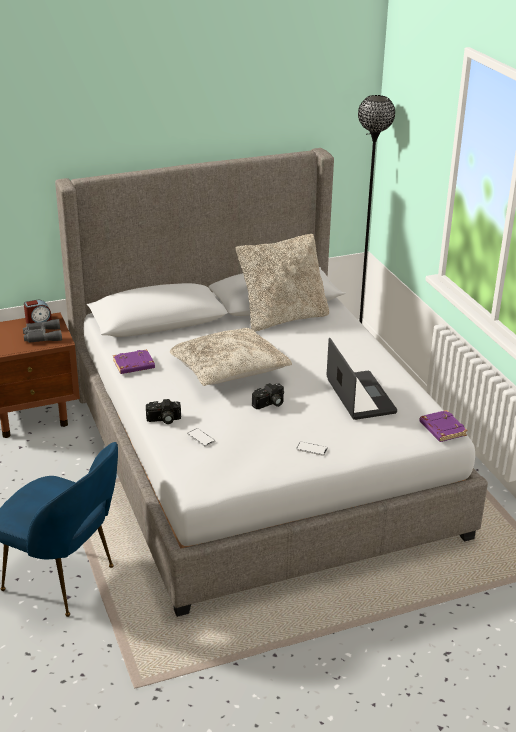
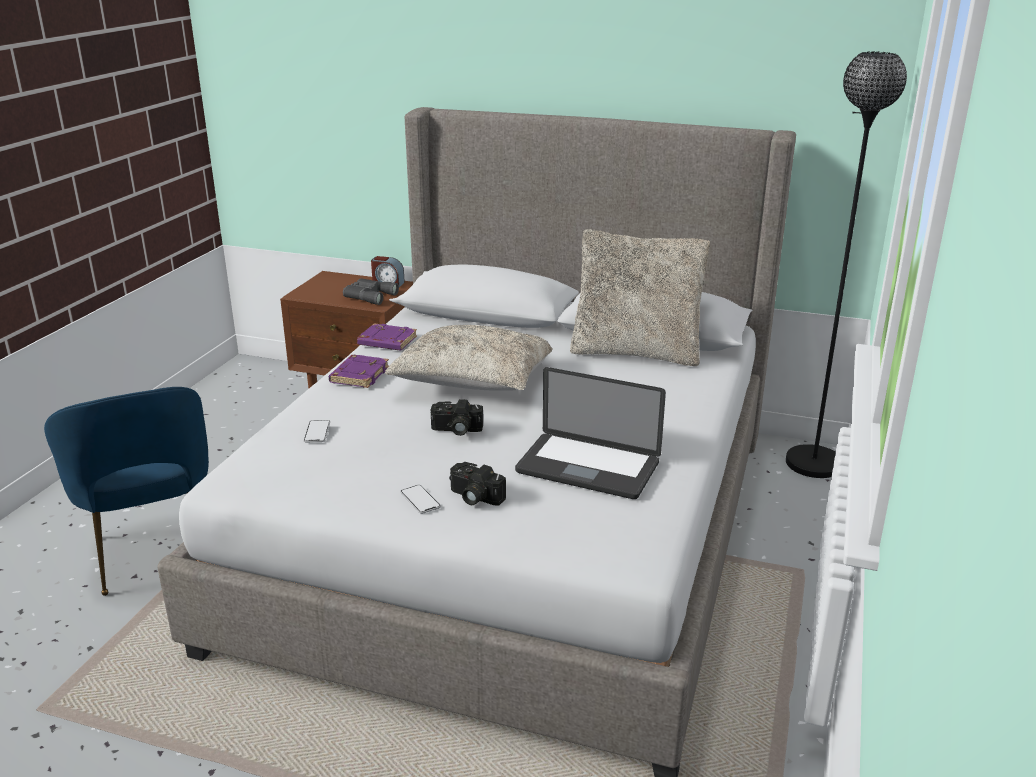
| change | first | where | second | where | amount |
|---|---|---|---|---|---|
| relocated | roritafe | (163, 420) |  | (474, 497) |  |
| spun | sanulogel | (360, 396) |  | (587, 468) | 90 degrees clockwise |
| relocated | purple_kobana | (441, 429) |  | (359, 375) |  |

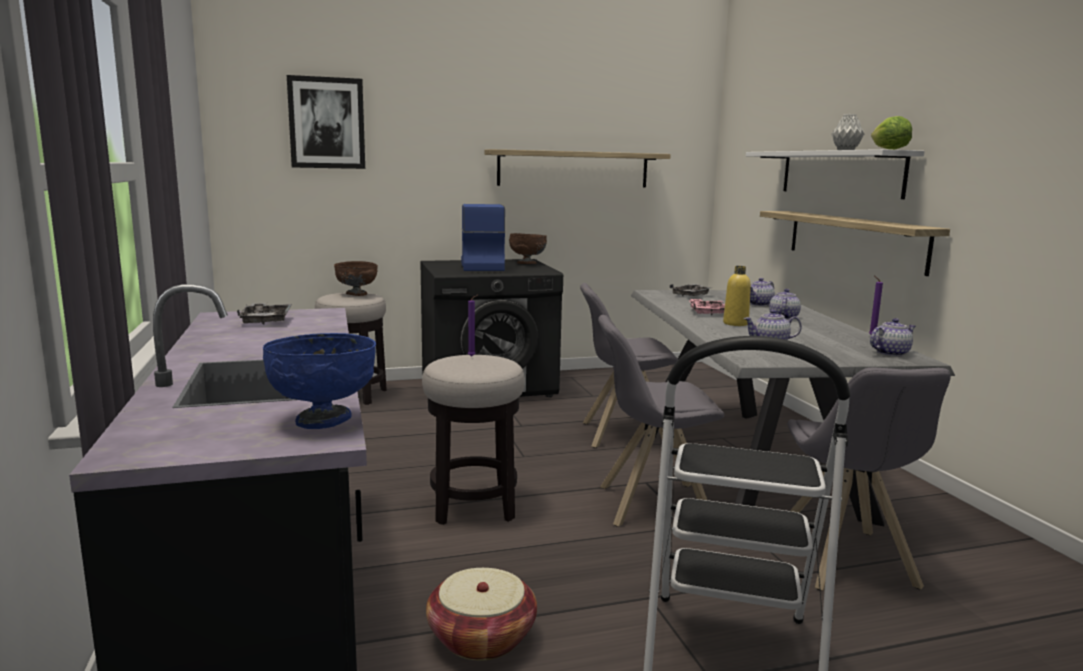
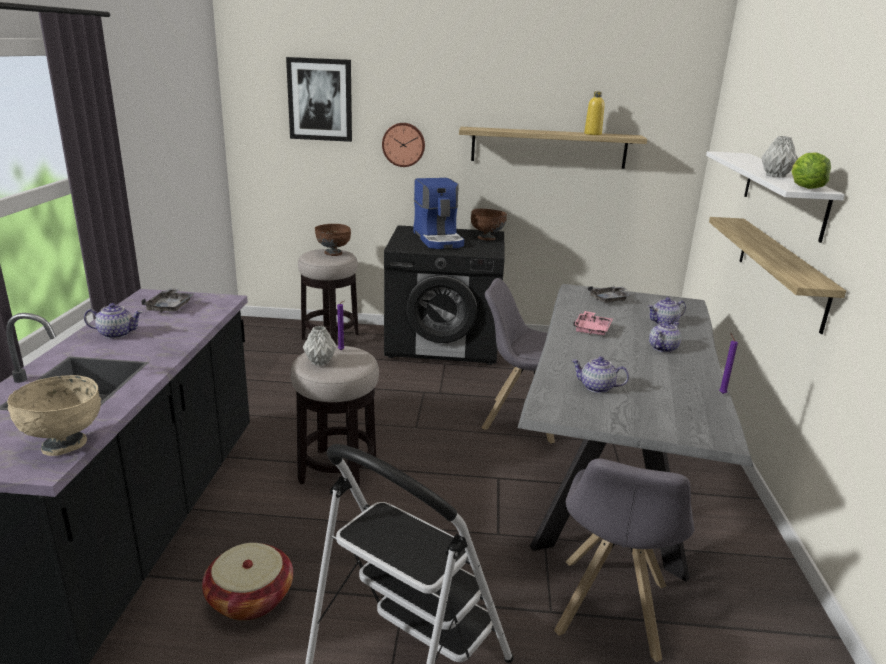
| change | first | where | second | where | amount |
|---|---|---|---|---|---|
| colour | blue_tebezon | (323, 420) | beige_tebezon | (65, 445) |  |
| spun | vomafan | (481, 266) |  | (439, 239) | 150 degrees clockwise |
| missing | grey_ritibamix | (653, 505) |  |  |  |
| relocated | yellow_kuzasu | (735, 323) |  | (592, 134) |  |
| relocated | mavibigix | (890, 353) |  | (117, 334) |  |
| appeared |  |  | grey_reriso | (320, 362) |  |
| appeared |  |  | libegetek | (403, 144) |  |

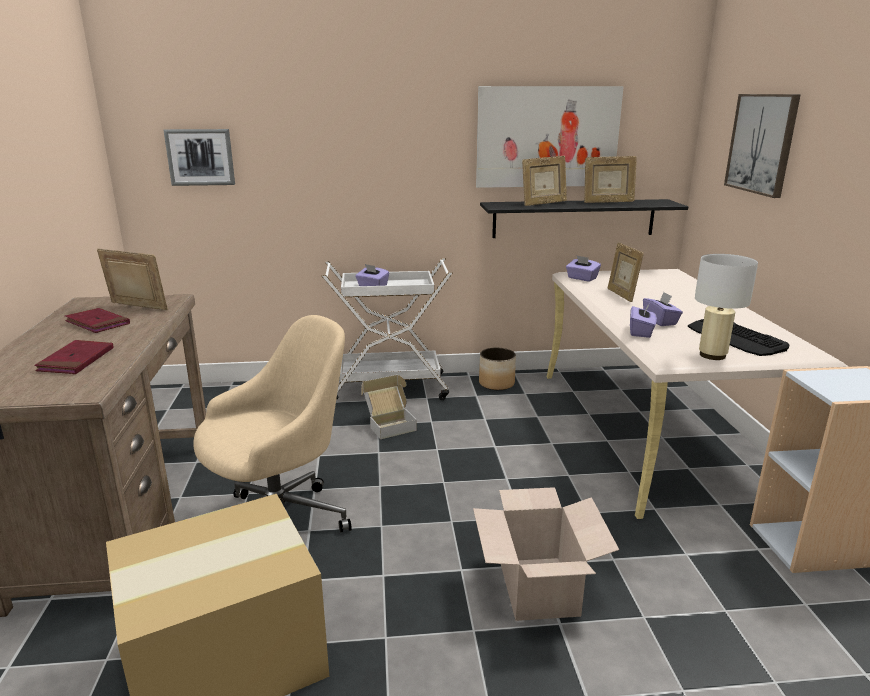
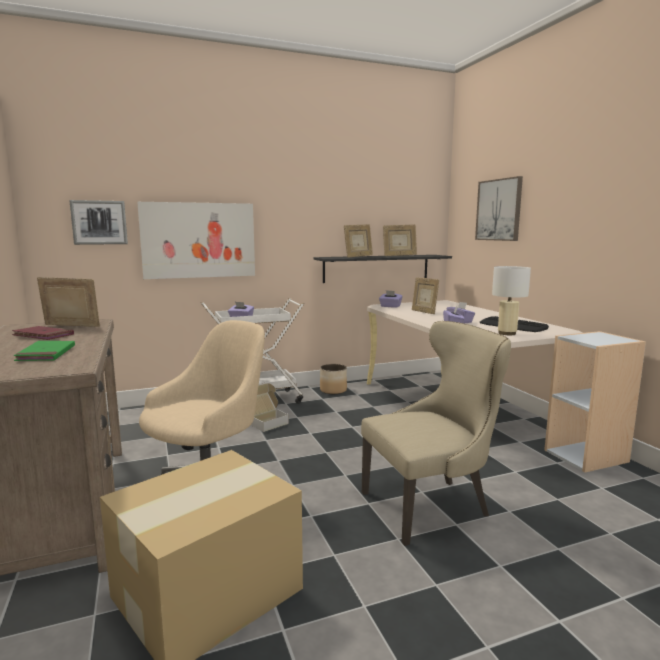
| change | first | where | second | where | amount |
|---|---|---|---|---|---|
| colour | red_kobana | (76, 360) | green_kobana | (46, 354) |  |
| exchanged | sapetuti | (539, 588) | beige_ritibamix | (430, 506) |  |
| relocated | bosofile | (547, 137) |  | (198, 240) |  |

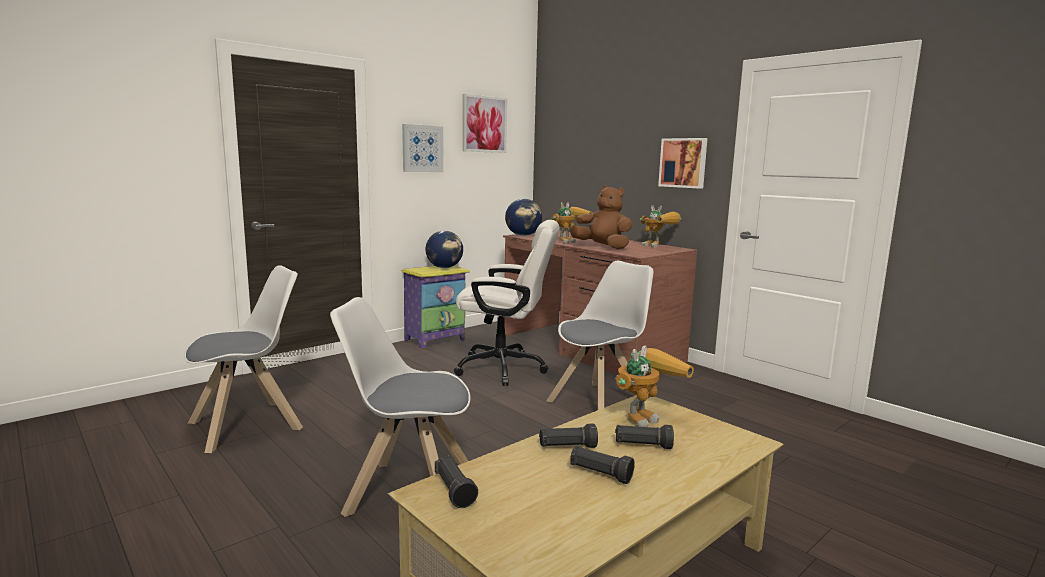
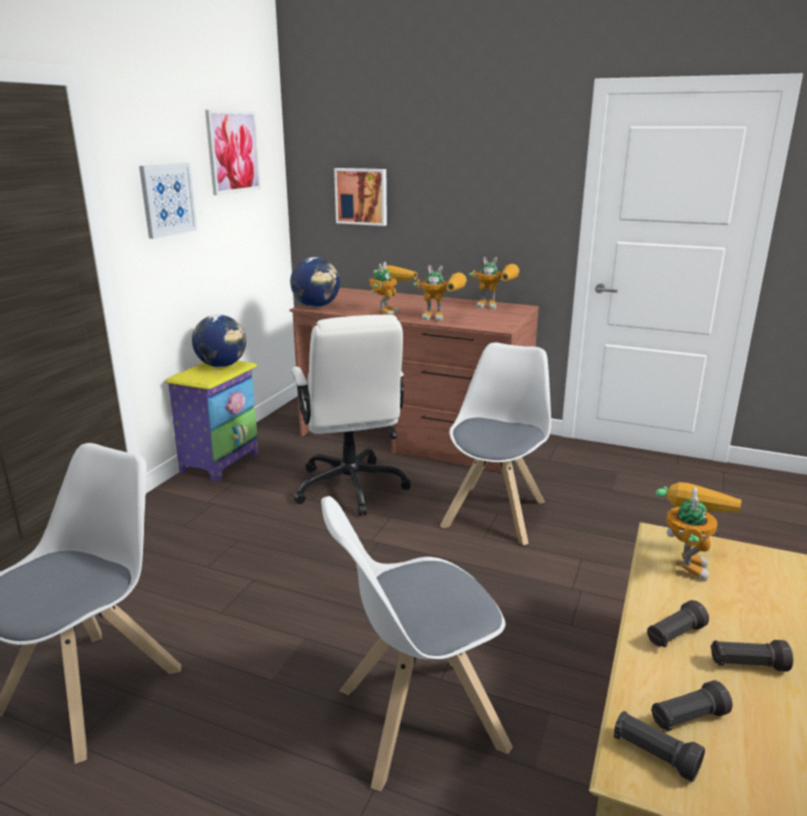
| change | first | where | second | where | amount |
|---|---|---|---|---|---|
| spun | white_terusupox | (505, 369) |  | (352, 490) | 90 degrees clockwise |
| exchanged | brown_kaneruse | (602, 247) | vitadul | (442, 318) |  |
| relocated | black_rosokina | (642, 446) |  | (687, 718) |  |
| relocated | bosofile | (683, 163) |  | (362, 196) |  |

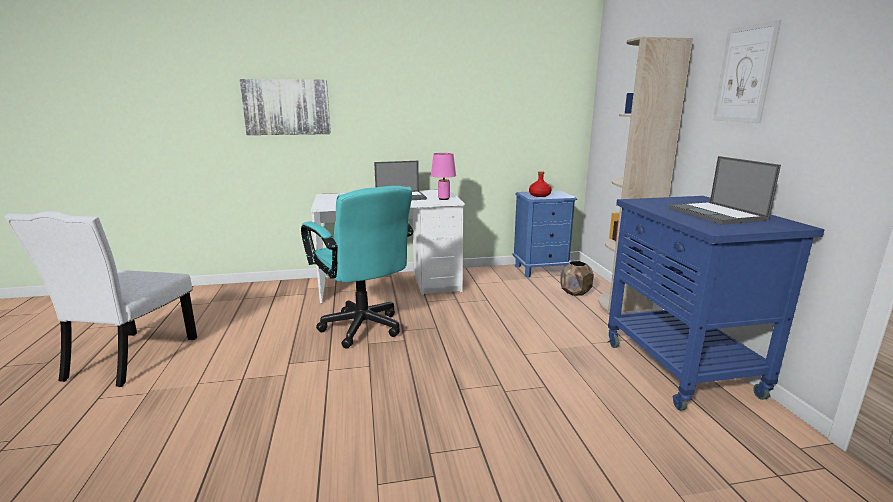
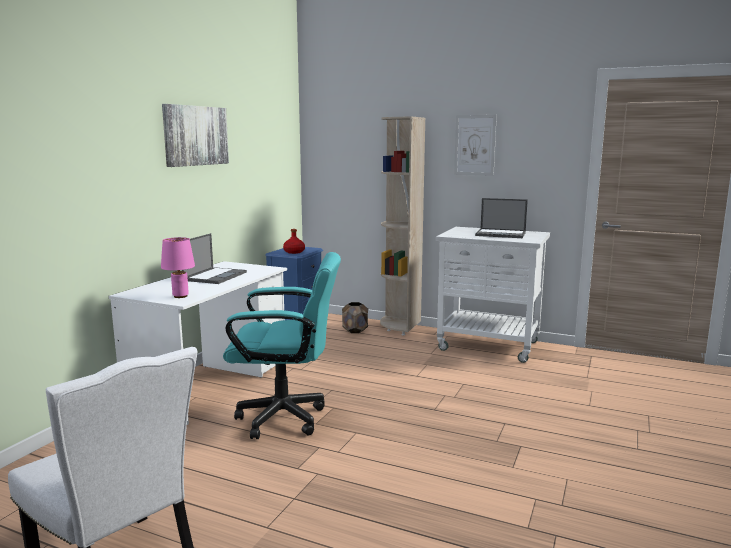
| change | first | where | second | where | amount |
|---|---|---|---|---|---|
| relocated | bosofile | (287, 107) |  | (195, 135) |  |
| relocated | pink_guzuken | (443, 199) |  | (181, 296) |  |
| colour | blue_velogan | (680, 371) | white_velogan | (489, 346) |  |

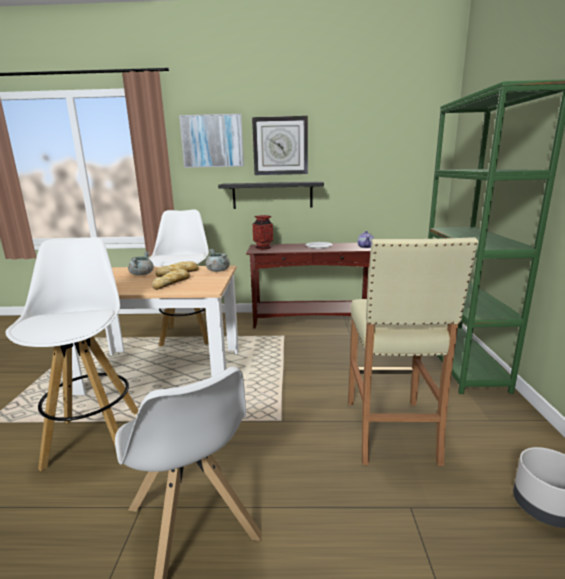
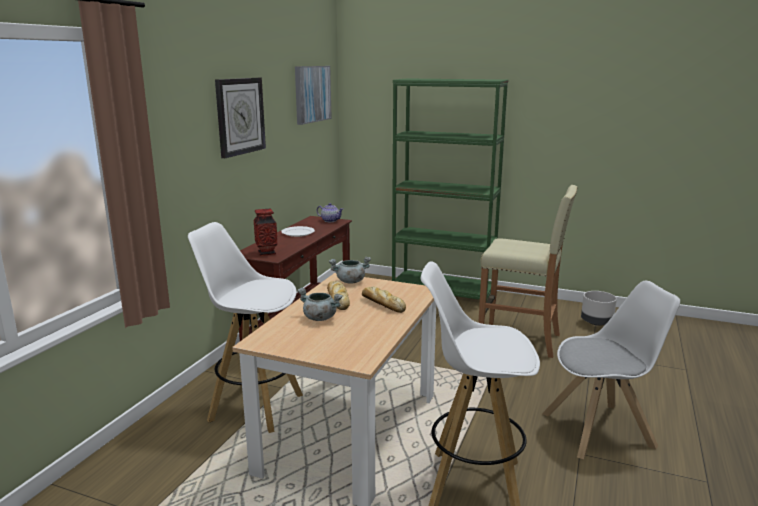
| change | first | where | second | where | amount |
|---|---|---|---|---|---|
| relocated | bosofile | (212, 141) |  | (312, 94) |  |
| missing | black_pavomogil | (272, 195) |  |  |  |

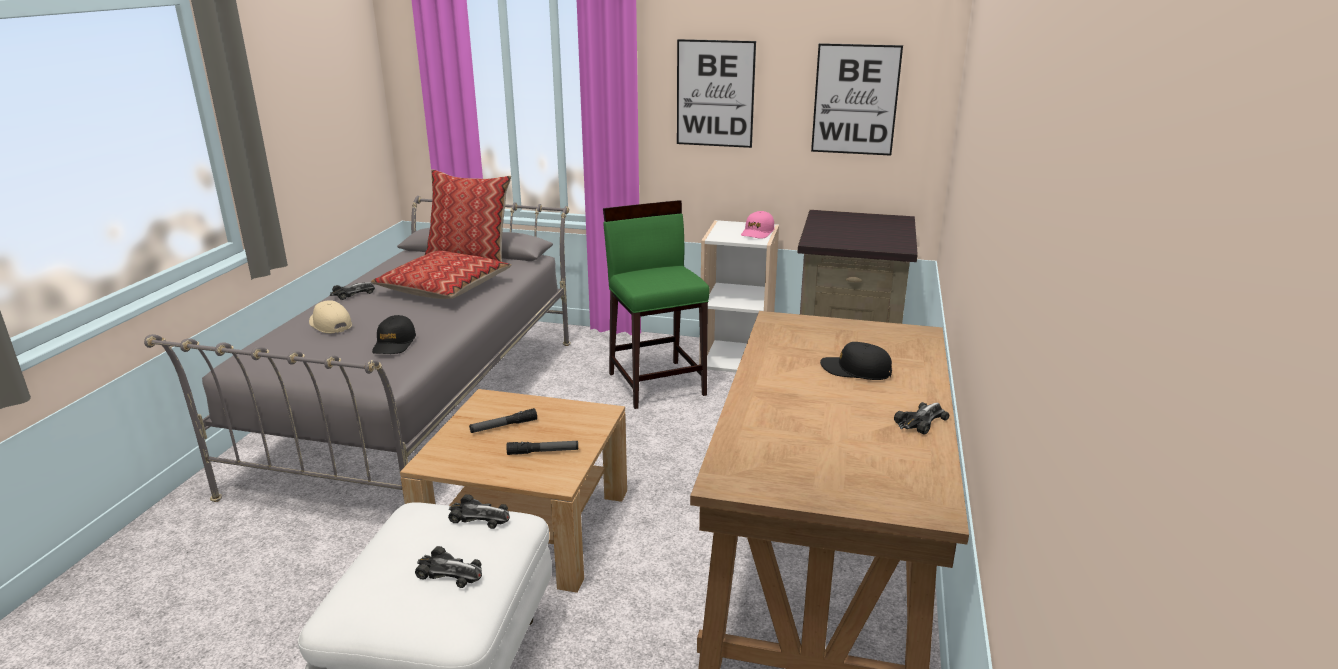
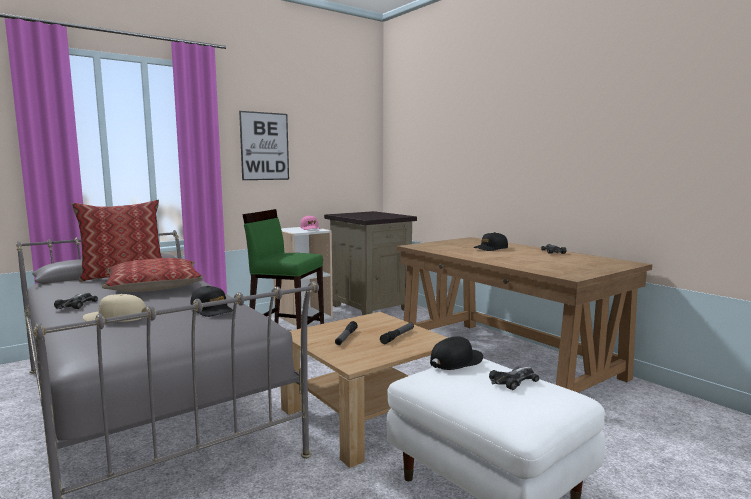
| change | first | where | second | where | amount |
|---|---|---|---|---|---|
| exchanged | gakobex | (479, 516) | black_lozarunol | (456, 362) |  |
| missing | bosofile | (855, 100) |  |  |  |

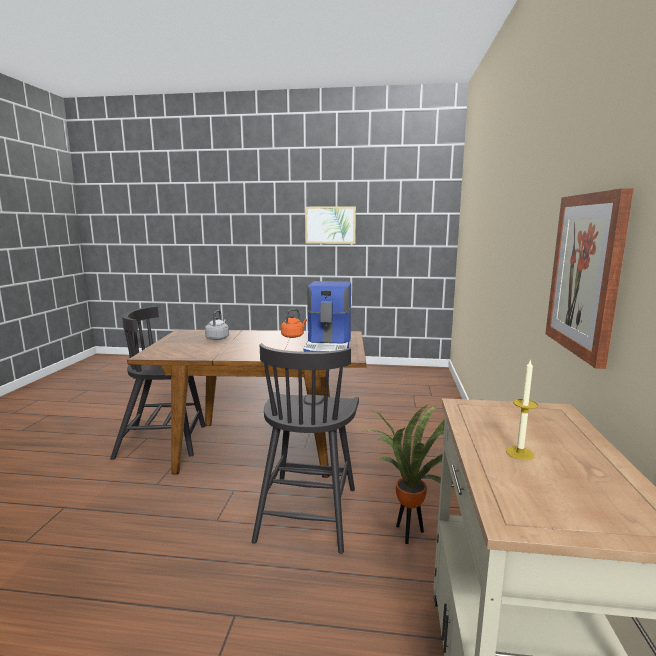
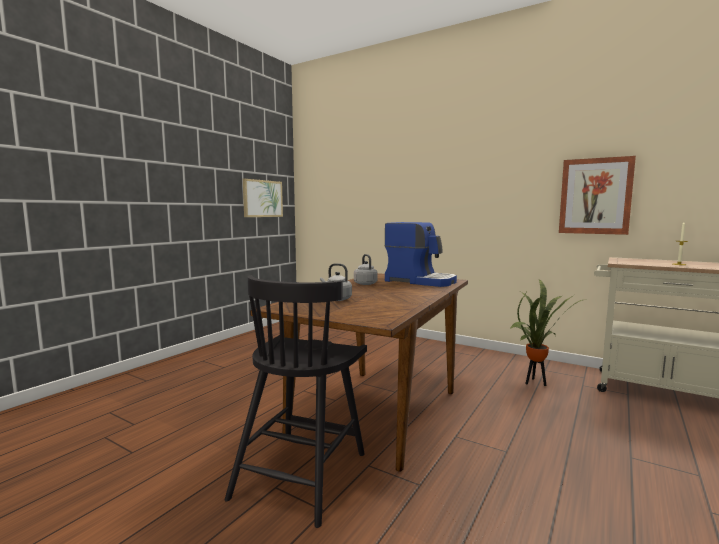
| change | first | where | second | where | amount |
|---|---|---|---|---|---|
| missing | black_ritibamix | (308, 511) |  |  |  |
| colour | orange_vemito | (293, 336) | grey_vemito | (365, 283) |  |
| relocated | bosofile | (330, 225) |  | (262, 198) |  |

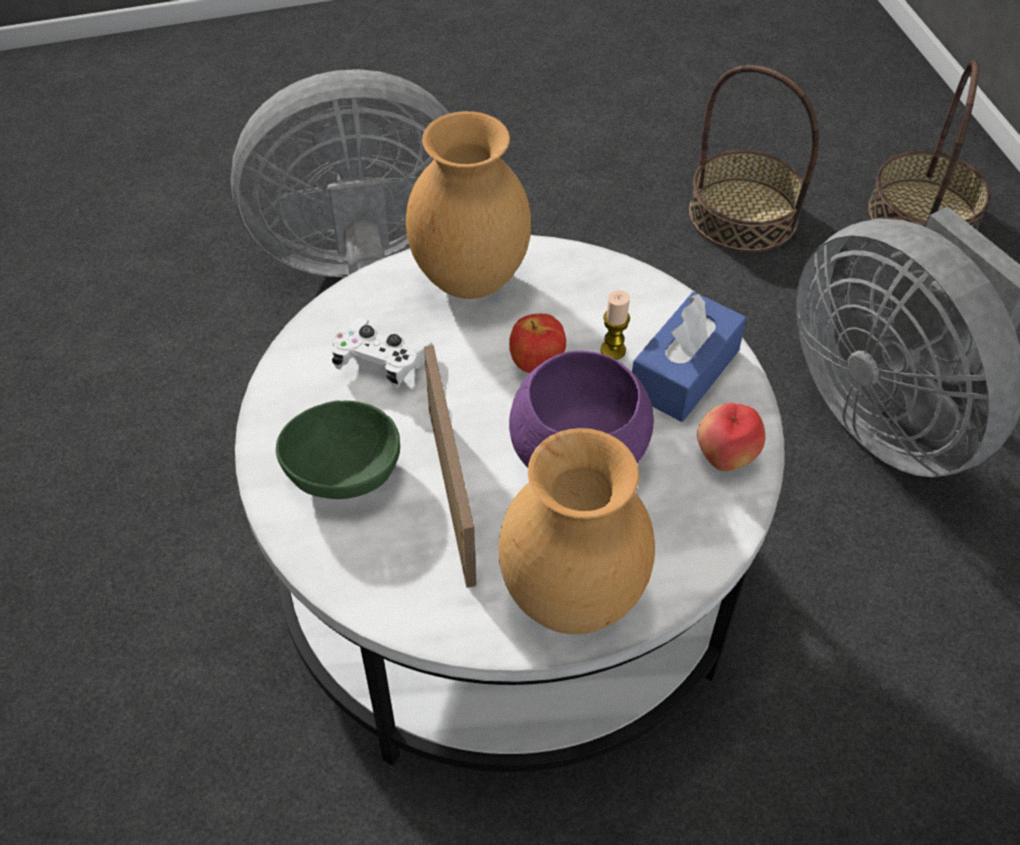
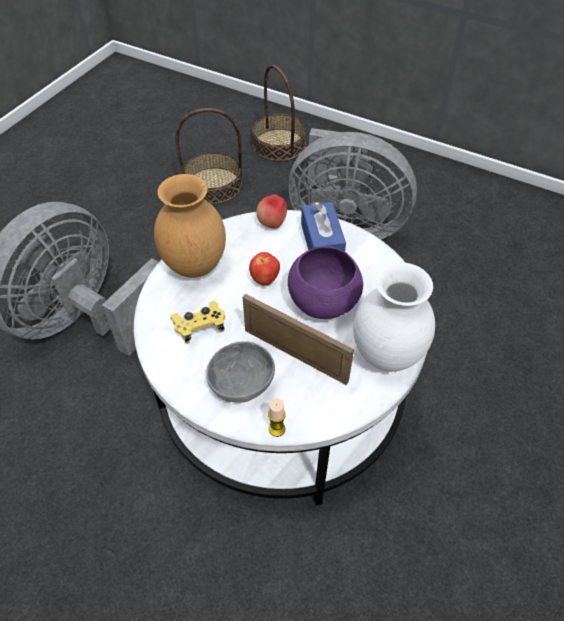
| change | first | where | second | where | amount |
|---|---|---|---|---|---|
| colour | green_tebezon | (342, 470) | grey_tebezon | (240, 383) |  |
| colour | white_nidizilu | (381, 362) | yellow_nidizilu | (200, 327) |  |
| colour | brown_reriso | (570, 600) | white_reriso | (386, 357) |  |
| relocated | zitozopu | (613, 350) |  | (277, 429) |  |
| relocated | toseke | (725, 458) |  | (272, 224) |  |

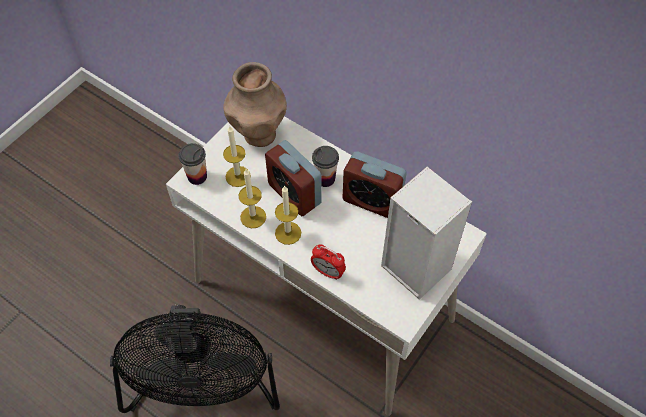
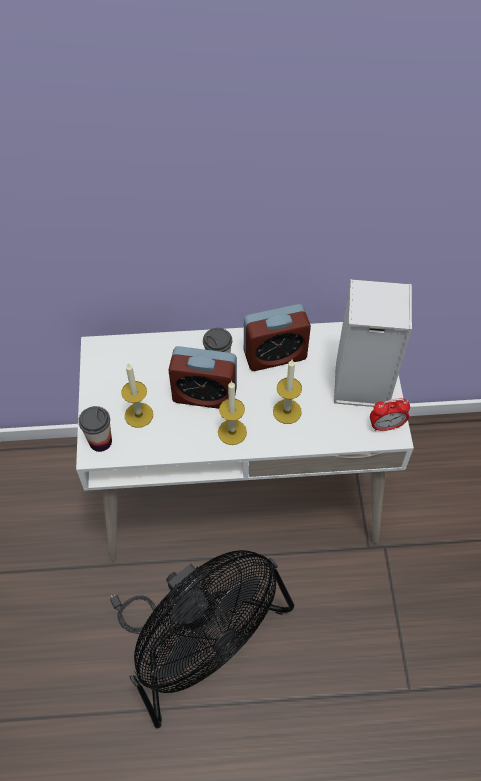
| change | first | where | second | where | amount |
|---|---|---|---|---|---|
| missing | brown_reriso | (259, 134) |  |  |  |
| relocated | zitozopu | (253, 217) |  | (287, 411) |  |
| relocated | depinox | (328, 272) |  | (386, 426) |  |

